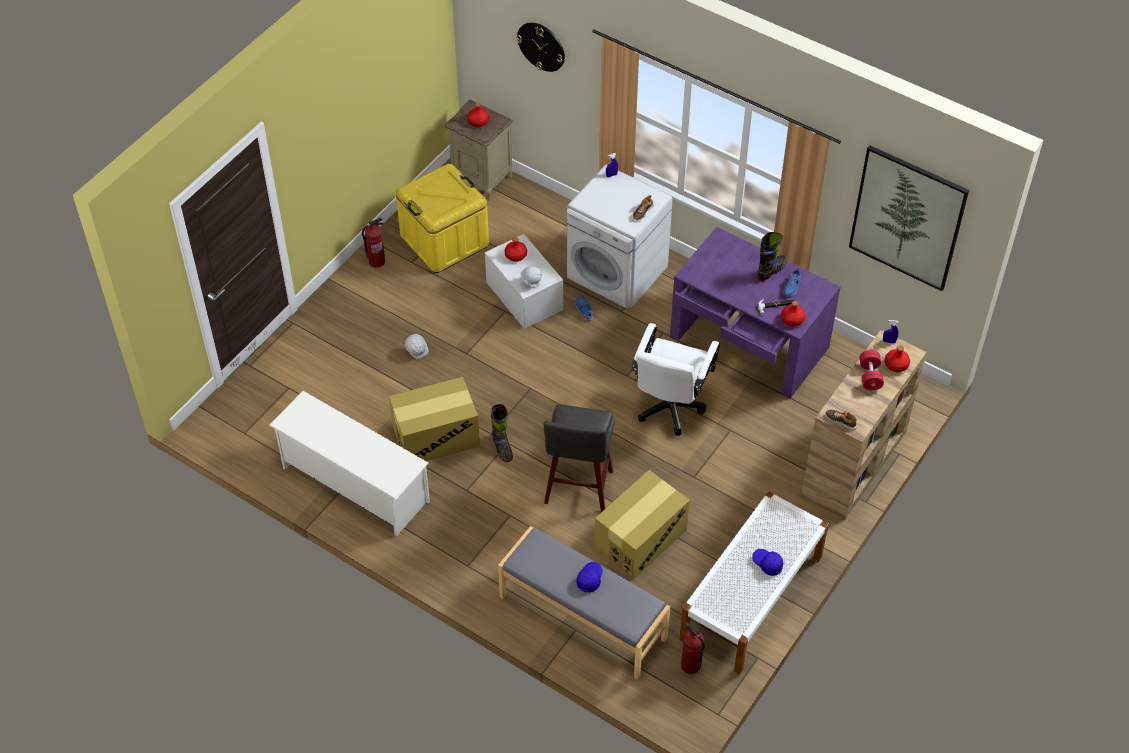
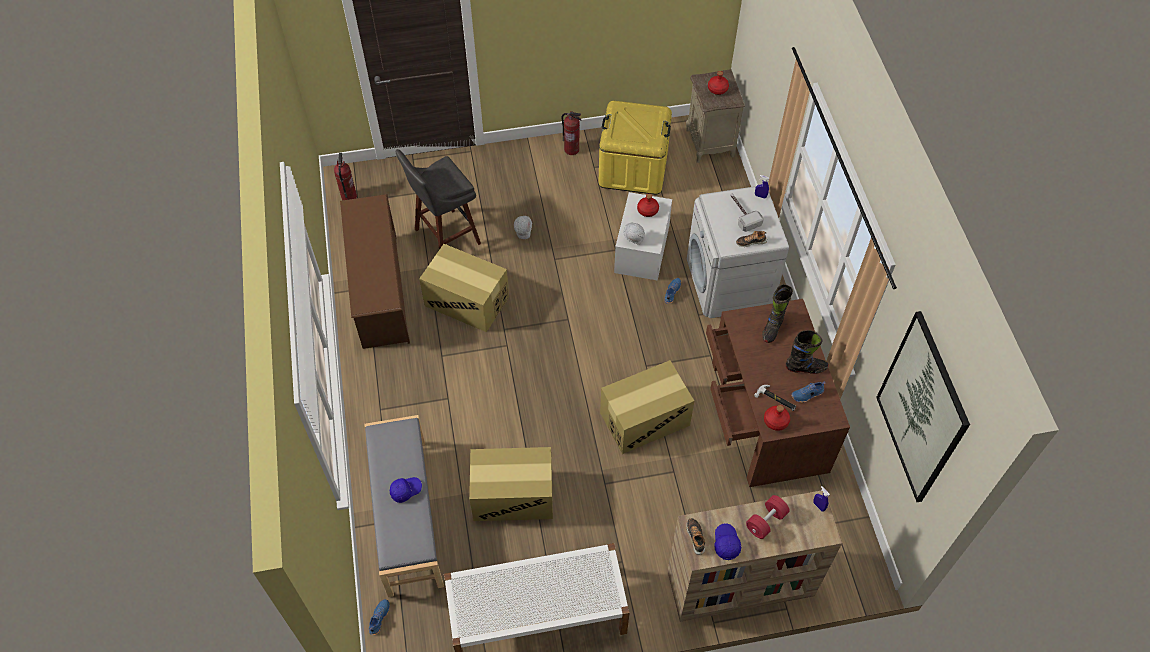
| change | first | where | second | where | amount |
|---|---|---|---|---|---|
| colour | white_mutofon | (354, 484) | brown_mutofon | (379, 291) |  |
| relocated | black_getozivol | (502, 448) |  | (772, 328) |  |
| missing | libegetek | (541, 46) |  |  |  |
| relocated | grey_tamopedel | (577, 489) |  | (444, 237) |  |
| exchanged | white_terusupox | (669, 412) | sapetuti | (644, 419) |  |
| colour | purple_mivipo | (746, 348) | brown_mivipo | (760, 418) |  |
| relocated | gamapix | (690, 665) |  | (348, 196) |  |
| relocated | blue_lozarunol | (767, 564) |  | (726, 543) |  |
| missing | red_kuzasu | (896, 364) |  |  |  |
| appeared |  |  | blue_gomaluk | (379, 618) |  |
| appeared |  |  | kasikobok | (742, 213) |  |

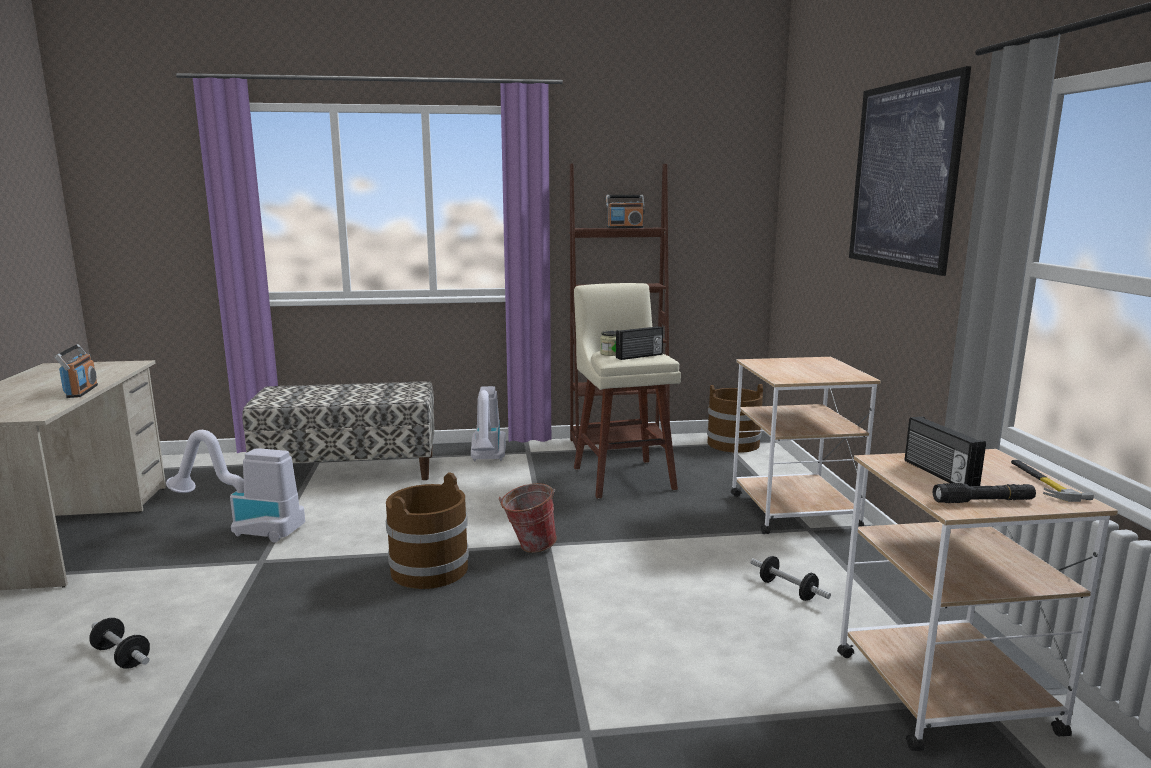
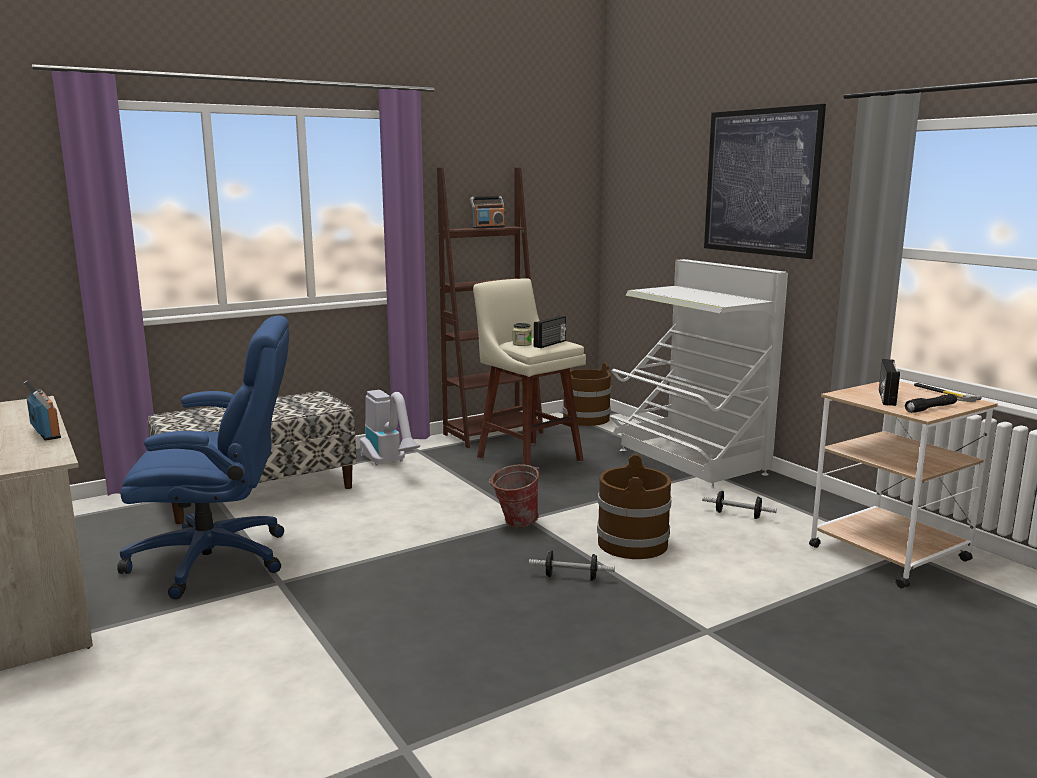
| change | first | where | second | where | amount |
|---|---|---|---|---|---|
| relocated | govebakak | (121, 656) |  | (571, 577) |  |
| exchanged | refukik | (246, 529) | blue_terusupox | (221, 560) |  |
| relocated | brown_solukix | (429, 569) |  | (633, 544) |  |
| exchanged | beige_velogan | (794, 512) | white_mutofon | (686, 462) |  |
| spun | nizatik | (938, 474) |  | (885, 397) | 60 degrees clockwise |

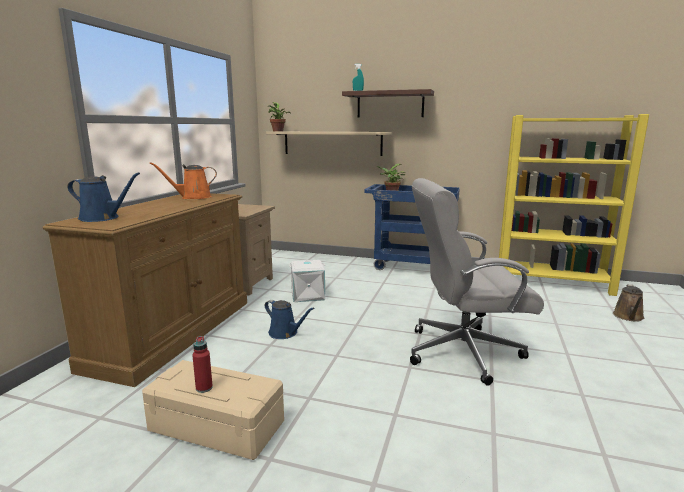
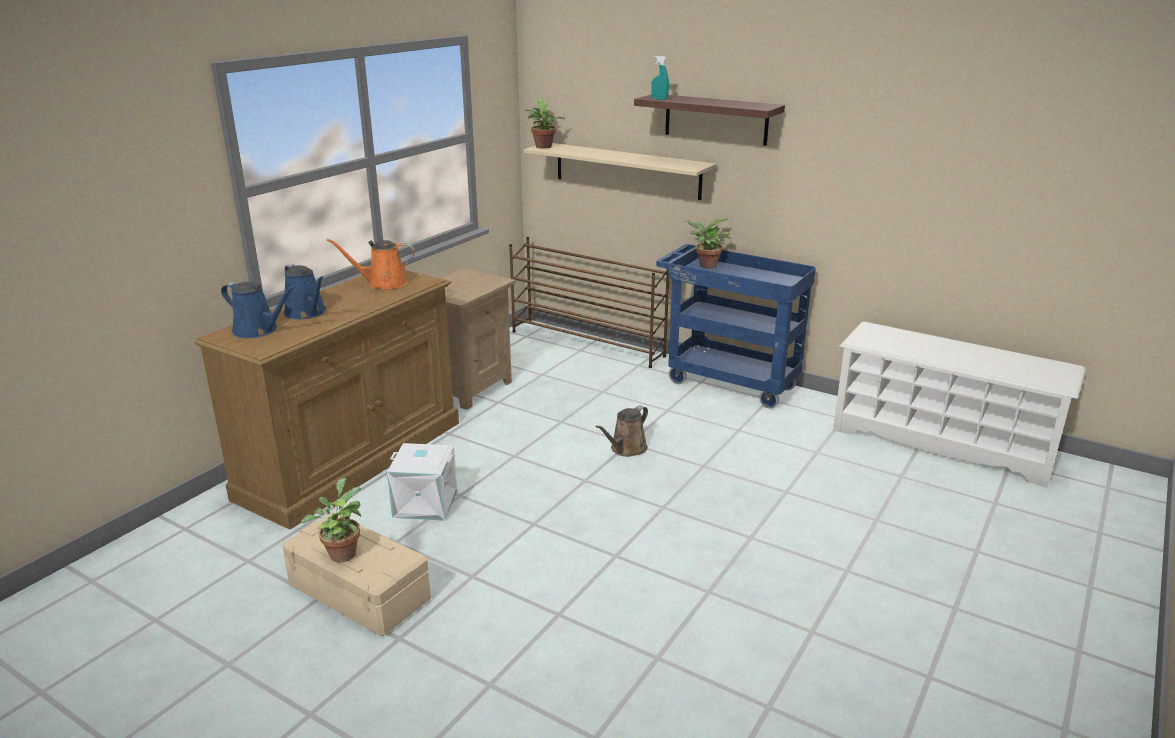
| change | first | where | second | where | amount |
|---|---|---|---|---|---|
| exchanged | red_kuzasu | (204, 388) | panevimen | (342, 552) |  |
| relocated | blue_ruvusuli | (285, 333) |  | (307, 313) |  |
| relocated | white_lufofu | (307, 295) |  | (424, 504) |  |
| missing | grey_terusupox | (464, 352) |  |  |  |
| exchanged | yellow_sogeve | (552, 282) | white_mutofon | (942, 442) |  |
| relocated | brown_ruvusuli | (628, 317) |  | (626, 449) |  |
| appeared |  |  | brown_mutofon | (587, 344) |  |

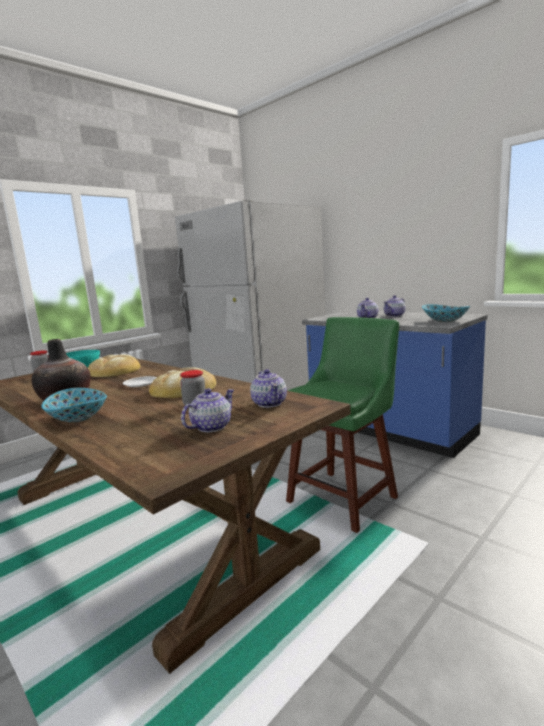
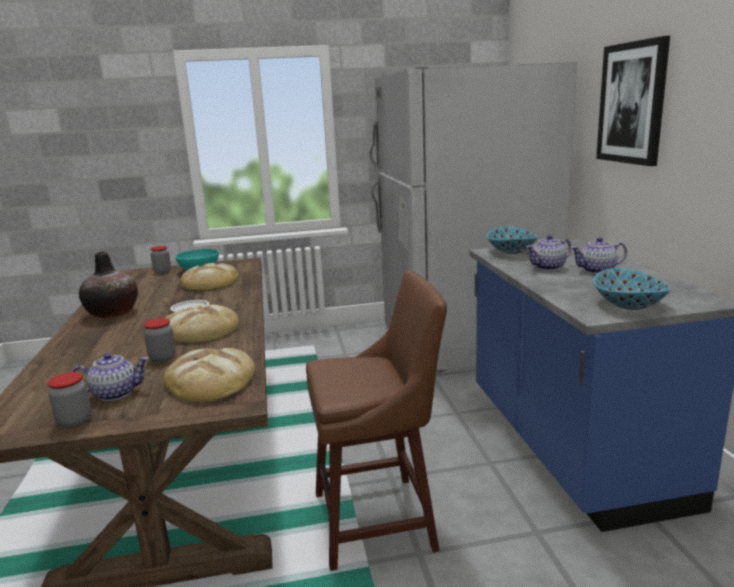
| change | first | where | second | where | amount |
|---|---|---|---|---|---|
| relocated | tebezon | (78, 418) |  | (512, 251) |  |
| exchanged | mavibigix | (269, 403) | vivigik | (211, 380) |  |
| colour | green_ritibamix | (345, 497) | brown_ritibamix | (381, 519) |  |
| appeared |  |  | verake | (74, 421) |  |
| appeared |  |  | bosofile | (632, 103) |  |

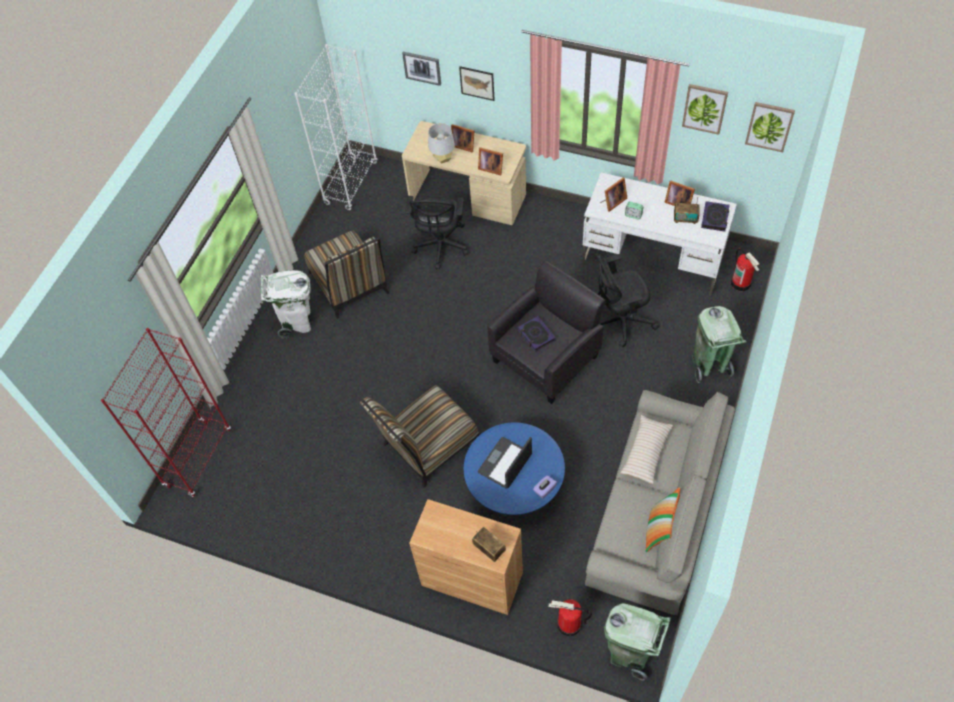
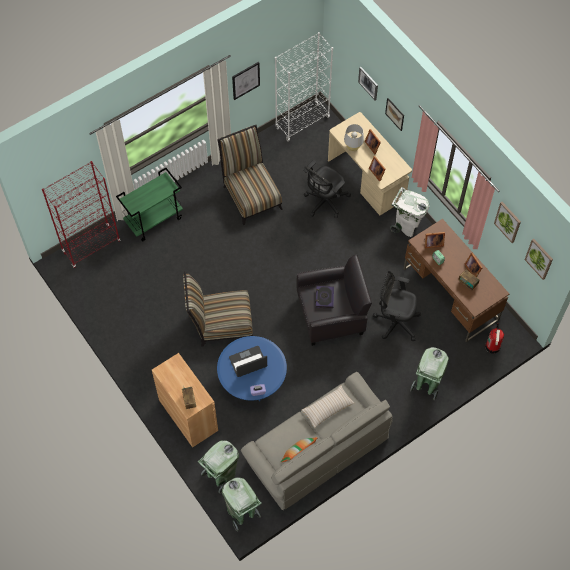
| change | first | where | second | where | amount |
|---|---|---|---|---|---|
| relocated | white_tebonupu | (297, 322) |  | (406, 226) |  |
| spun | ritibamix | (351, 287) |  | (251, 194) | 150 degrees clockwise |
| exchanged | gamapix | (569, 624) | green_tebonupu | (221, 475) |  |
| colour | white_mivipo | (653, 258) | brown_mivipo | (451, 294) |  |
| missing | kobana | (715, 218) |  |  |  |
| appeared |  |  | green_velogan | (154, 219) |  |
| appeared |  |  | bosofile | (245, 80) |  |

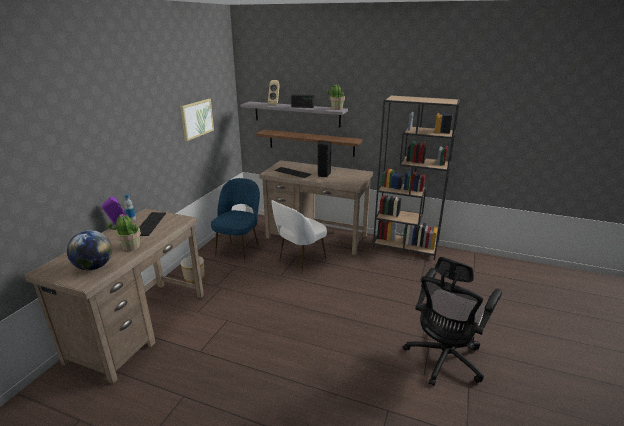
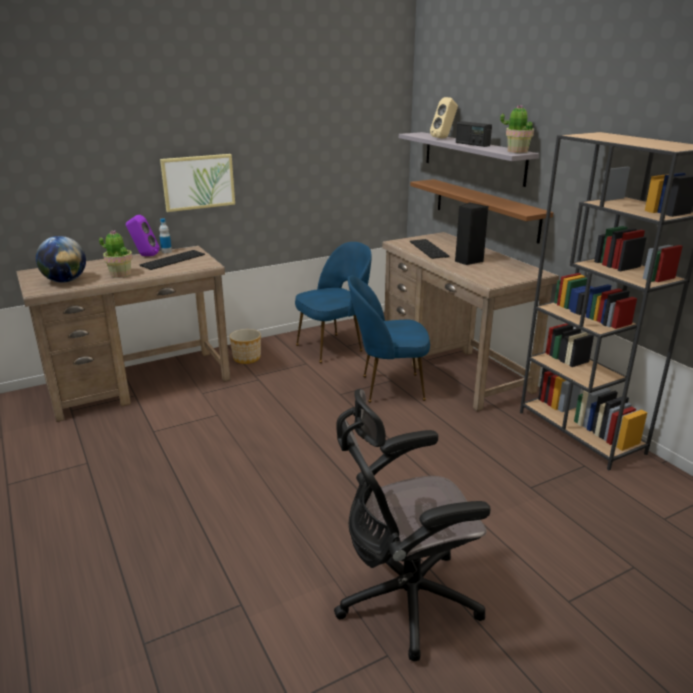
| change | first | where | second | where | amount |
|---|---|---|---|---|---|
| relocated | bosofile | (197, 119) |  | (198, 182) |  |
| colour | white_ritibamix | (299, 262) | blue_ritibamix | (386, 388) |  |

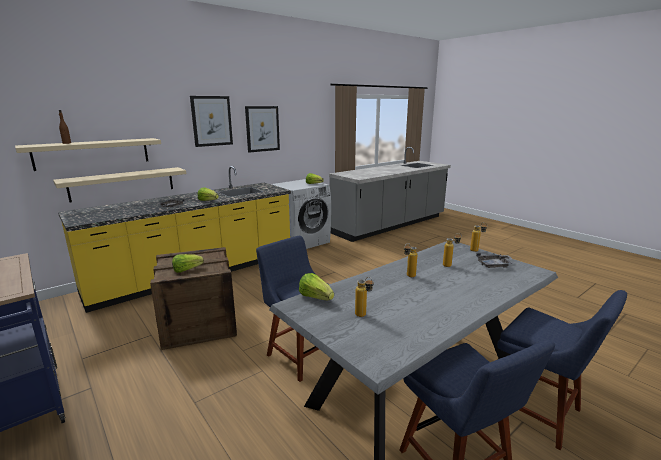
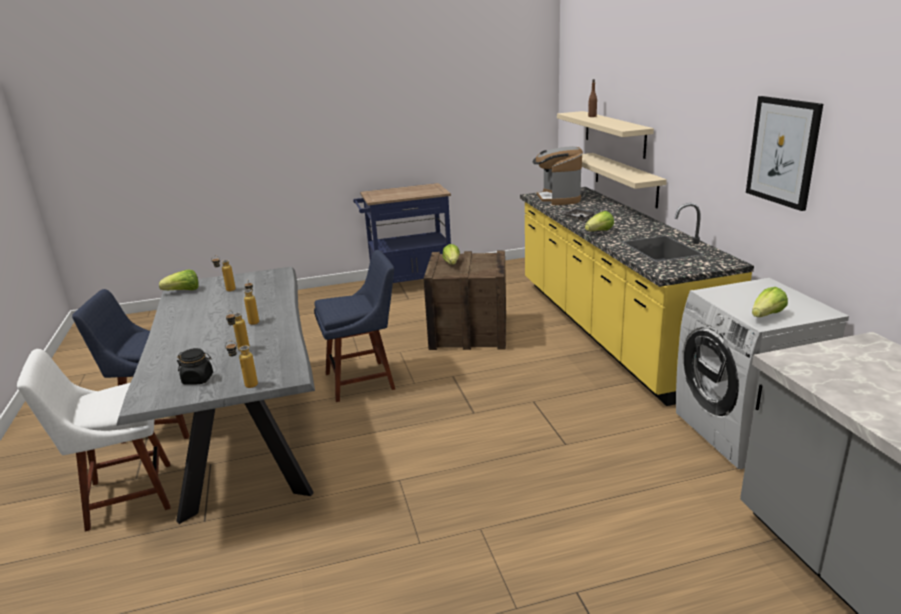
| change | first | where | second | where | amount |
|---|---|---|---|---|---|
| missing | bosofile | (211, 121) |  |  |  |
| relocated | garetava | (315, 298) |  | (183, 291) |  |
| exchanged | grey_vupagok | (494, 265) | black_verake | (198, 379) |  |
| colour | blue_ritibamix | (540, 413) | white_ritibamix | (124, 496) |  |
| appeared |  |  | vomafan | (558, 199) |  |

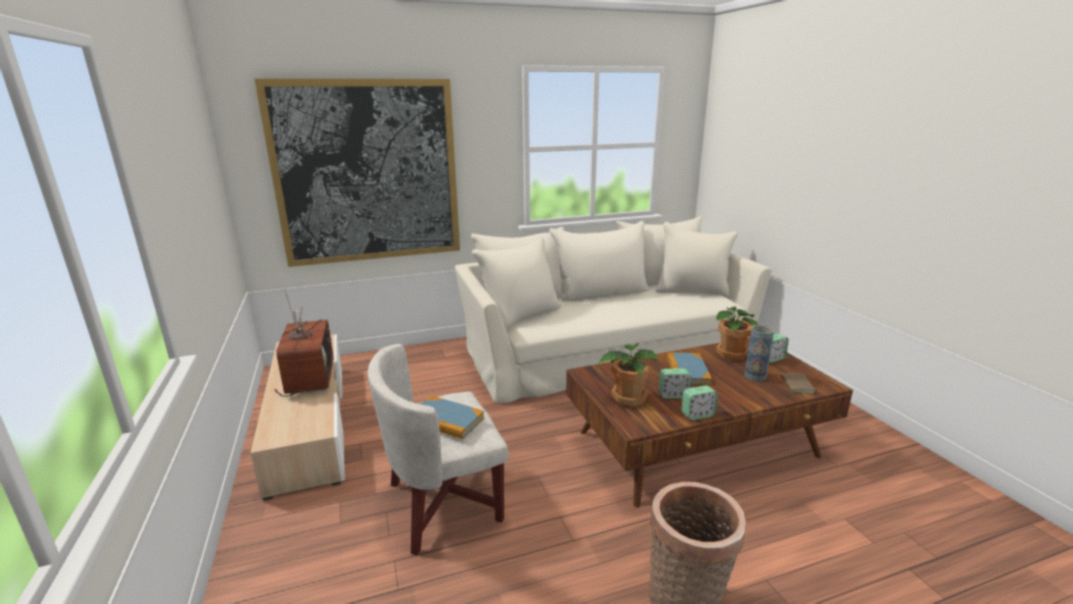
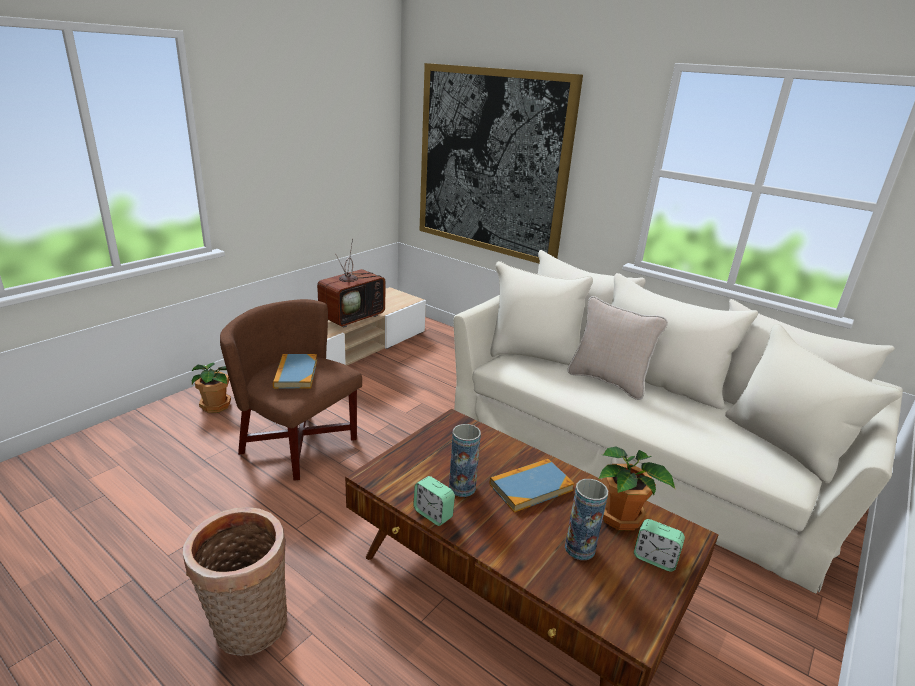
| change | first | where | second | where | amount |
|---|---|---|---|---|---|
| colour | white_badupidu | (443, 503) | brown_badupidu | (299, 444) |  |
| relocated | panevimen | (627, 398) |  | (216, 405) |  |
| exchanged | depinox | (673, 395) | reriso | (462, 487) |  |
| missing | brown_kobana | (795, 385) |  |  |  |
| appeared |  |  | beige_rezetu | (608, 381) |  |

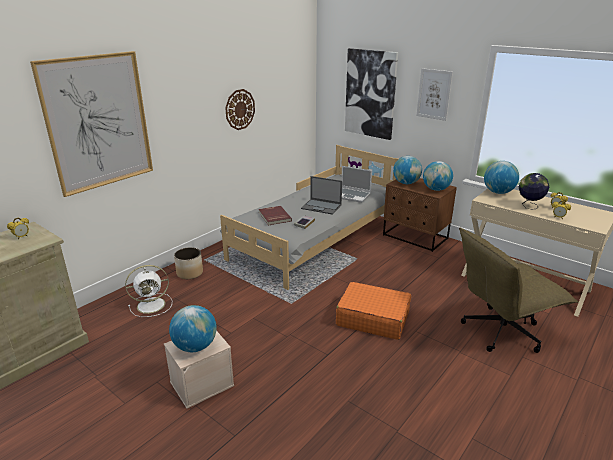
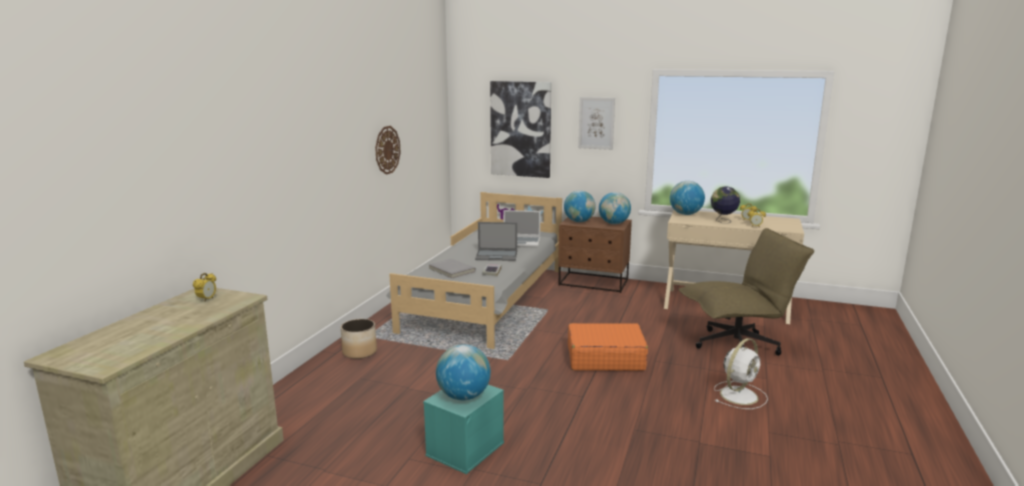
| change | first | where | second | where | amount |
|---|---|---|---|---|---|
| missing | bosofile | (98, 122) |  |  |  |
| relocated | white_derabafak | (152, 305) |  | (739, 395) |  |
| colour | beige_lufofu | (202, 383) | turquoise_lufofu | (465, 448) |  |
| colour | red_kobana | (274, 217) | grey_kobana | (451, 270) |  |
| spun | beige_terusupox | (502, 331) |  | (734, 346) | 150 degrees counterclockwise |

